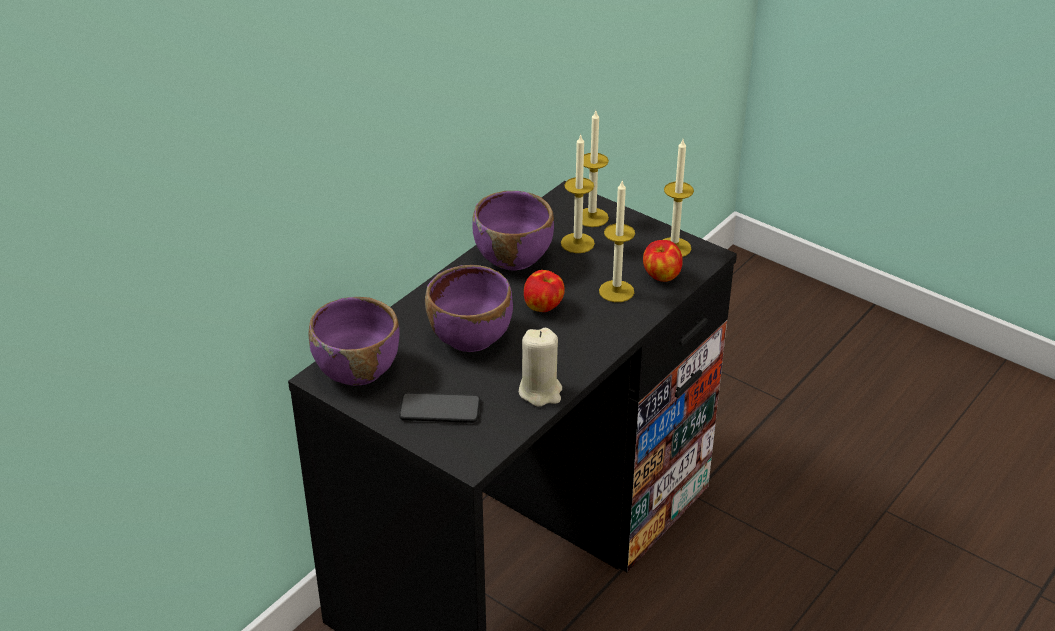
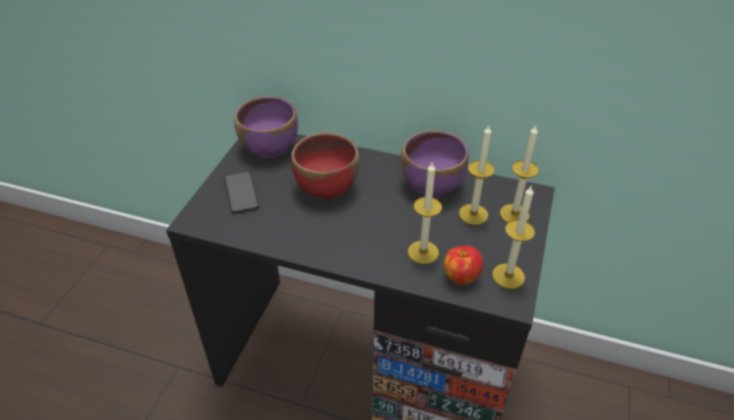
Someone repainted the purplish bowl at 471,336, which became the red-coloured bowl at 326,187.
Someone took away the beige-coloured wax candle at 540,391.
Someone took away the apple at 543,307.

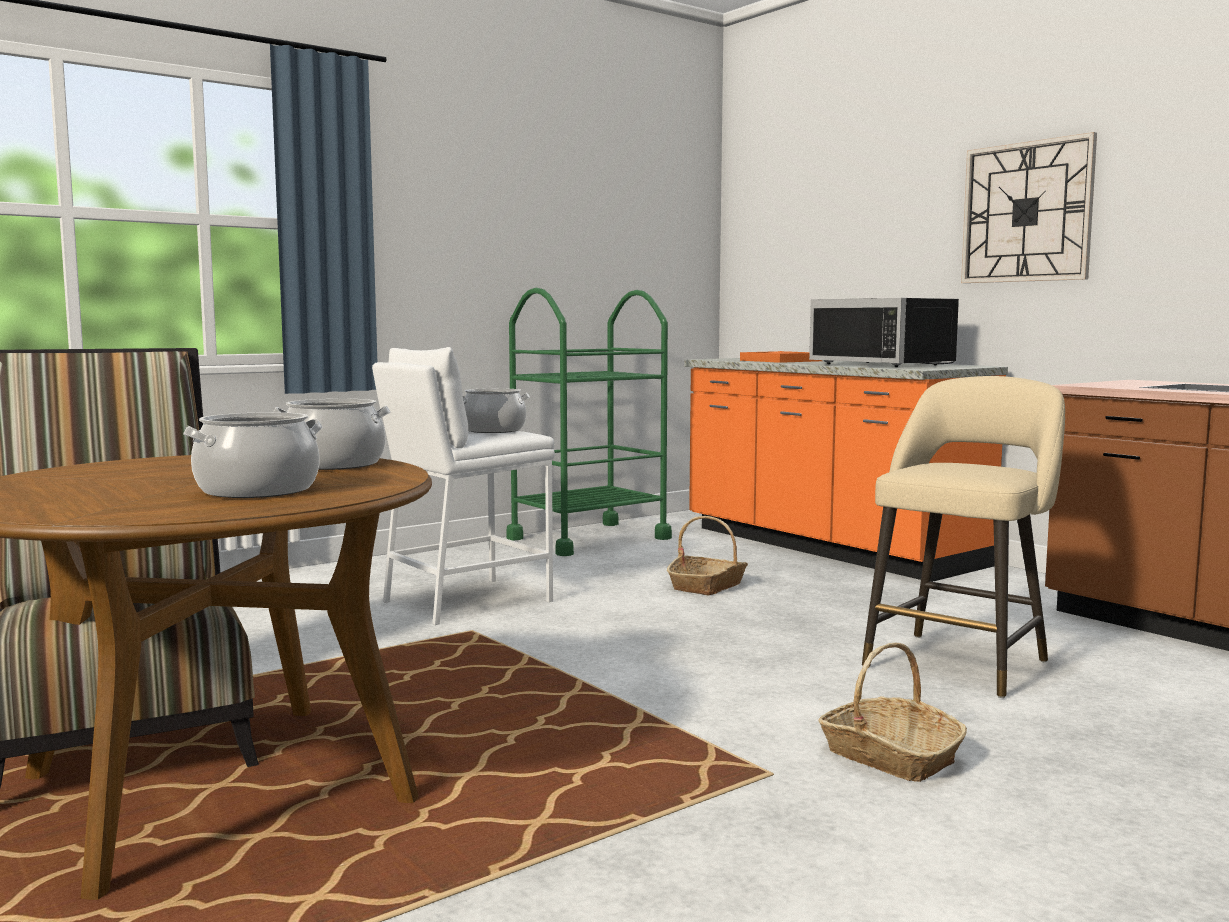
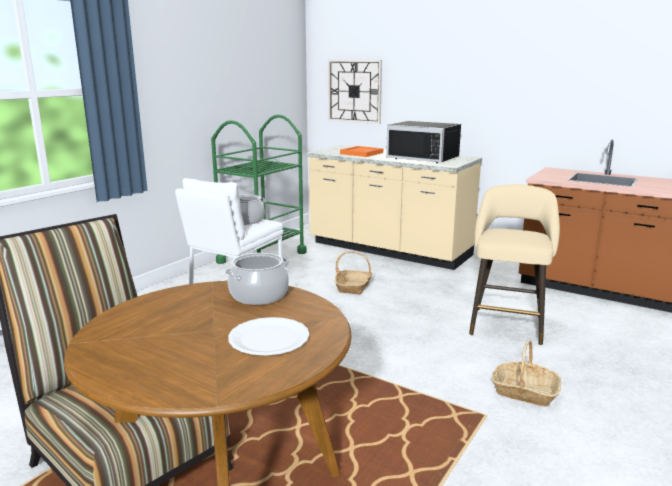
Someone swapped the saucepot at 257,490 for the white-coloured flat dish at 269,338.
Someone repainted the orangey counter at 828,547, which became the beige-coloured counter at 388,250.
Someone carried the wall clock from 1026,212 to 354,91.

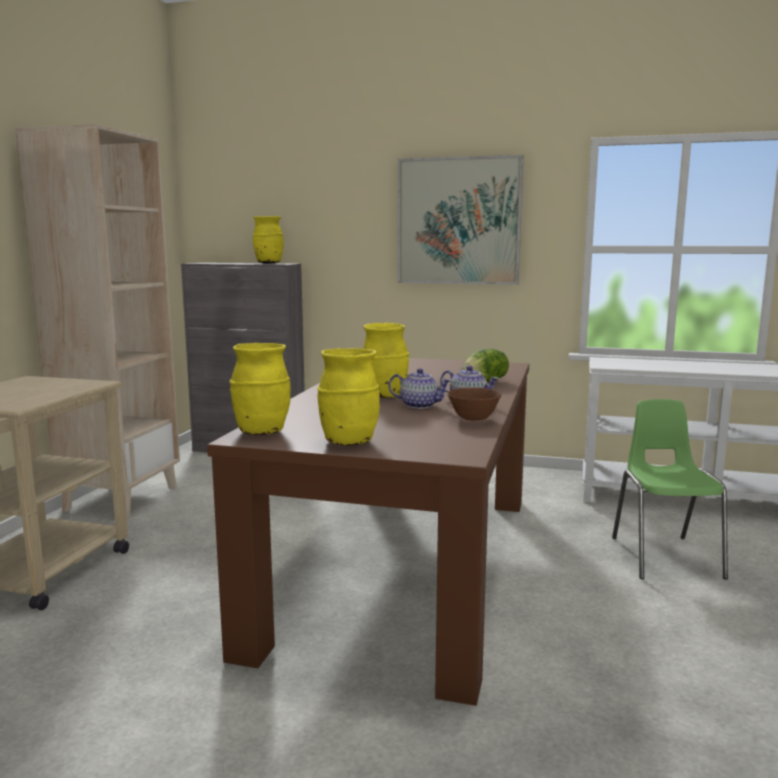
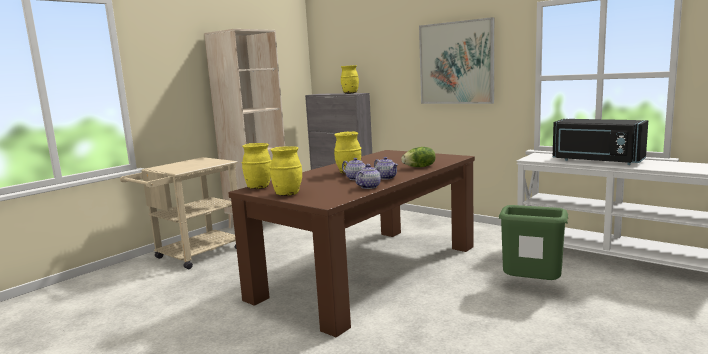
Someone swapped the brown bowl at 473,419 for the teapot at 369,187.
Someone swapped the greenish upright chair at 664,557 for the greenish trash can at 532,287.
Someone put down the black-coloured microwave at 596,161.

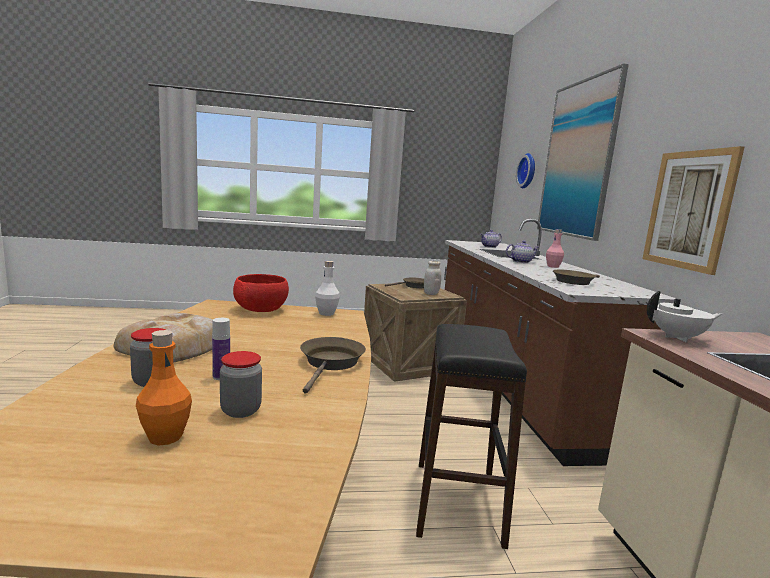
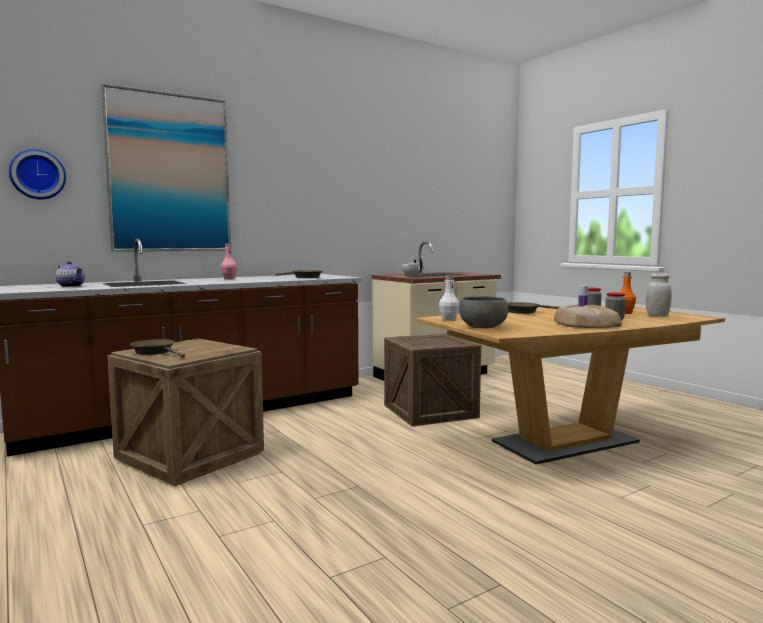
Someone repainted the red-coloured bowl at 260,309, which became the gray bowl at 483,327.
Someone swapped the black-coloured stool at 458,502 for the packing crate at 430,411.
Someone carried the white-coloured preserve jar from 431,293 to 657,316.
Someone took away the teapot at 520,262.
Someone took away the wall picture at 688,210.

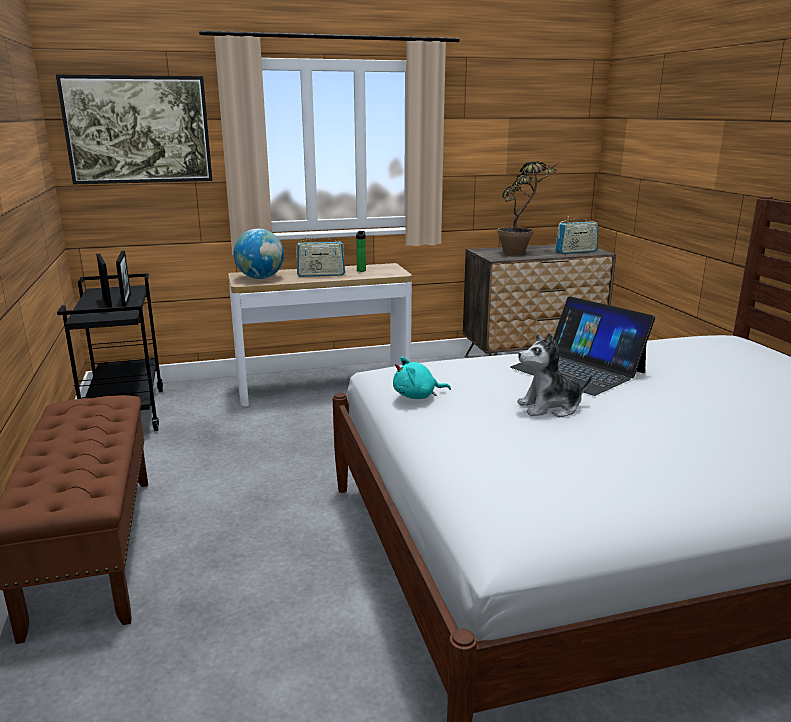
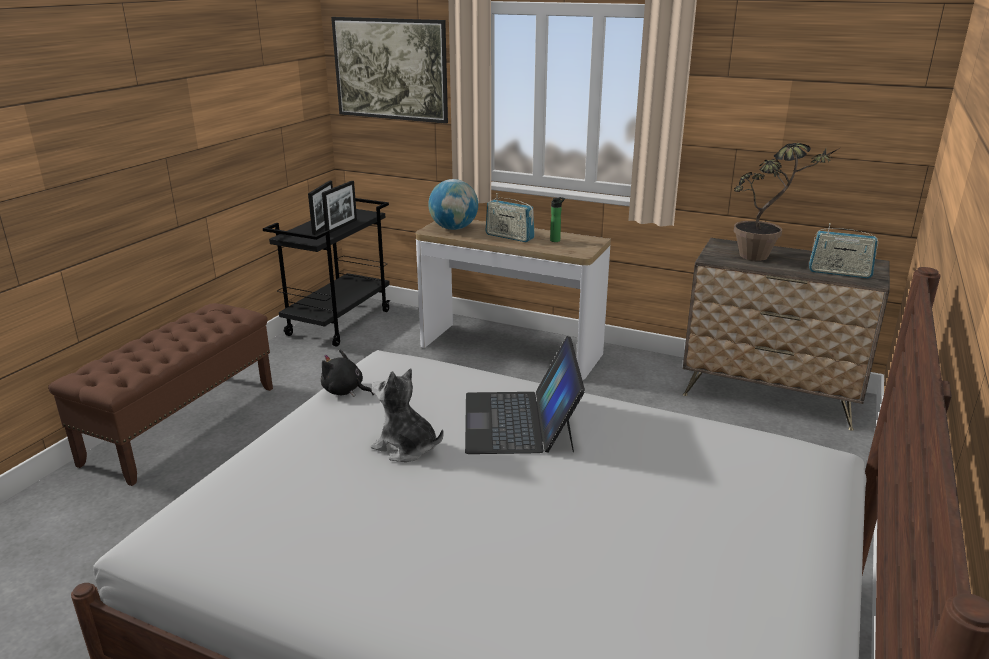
Someone repainted the blue-green cuddly toy at 417,396, which became the black-coloured cuddly toy at 345,391.

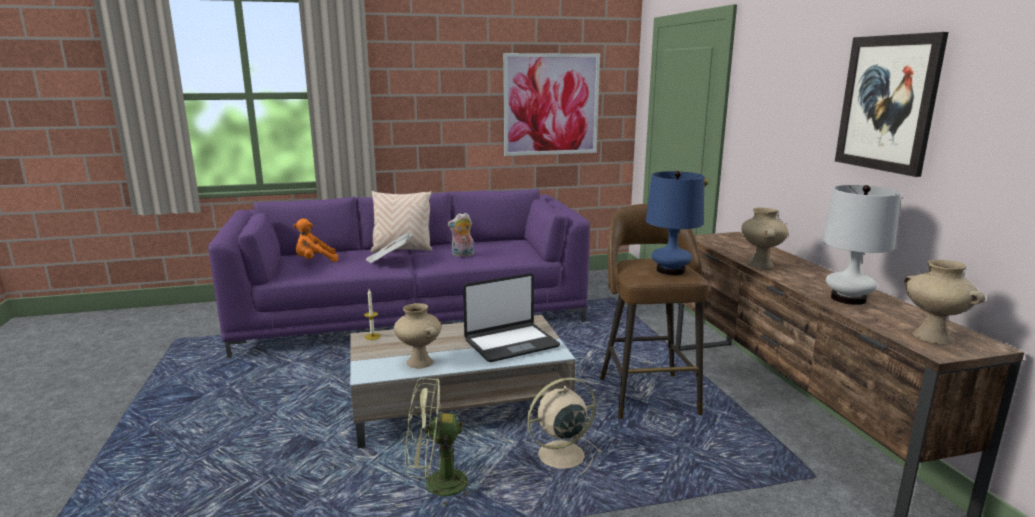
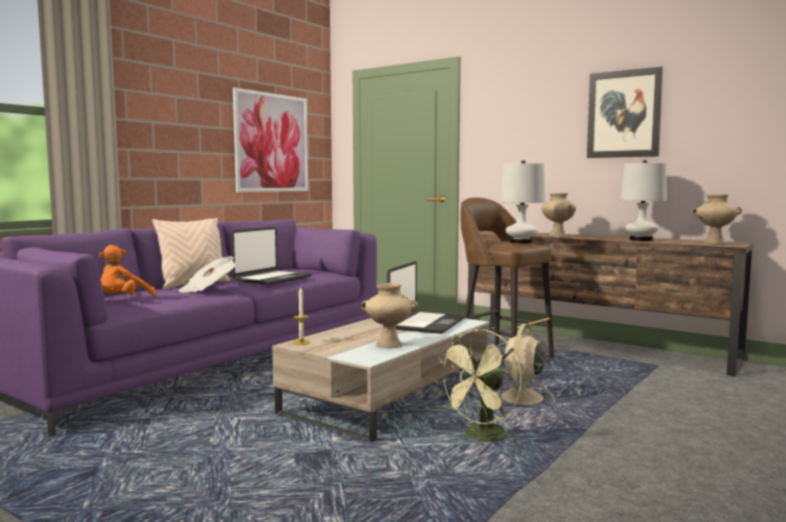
Someone swapped the cuddly toy at 462,255 for the notebook computer at 272,279.
Someone repainted the bluish table lamp at 670,270, which became the white-coloured table lamp at 521,242.

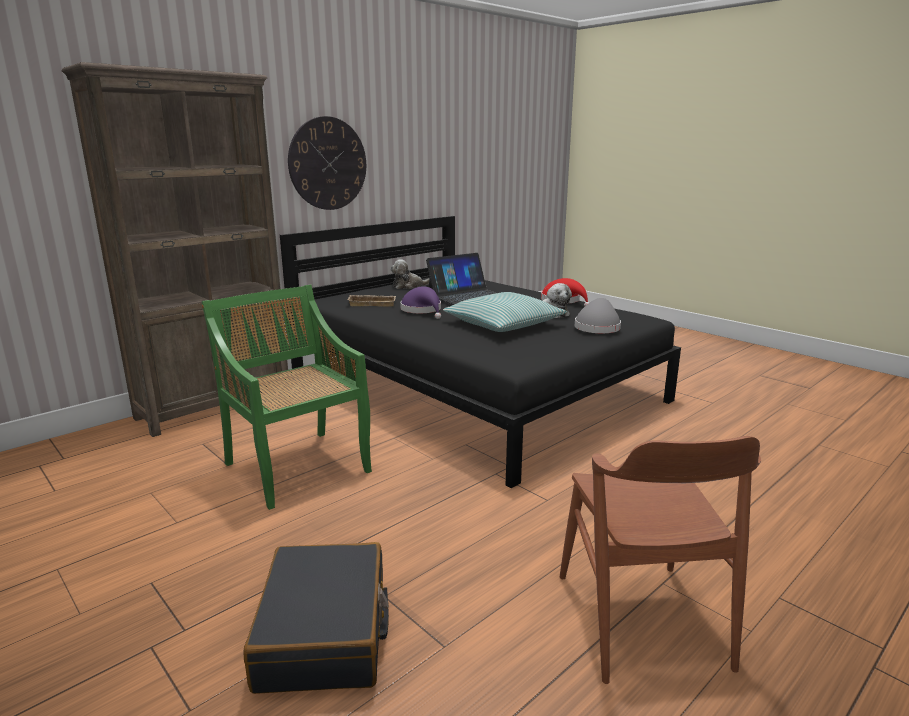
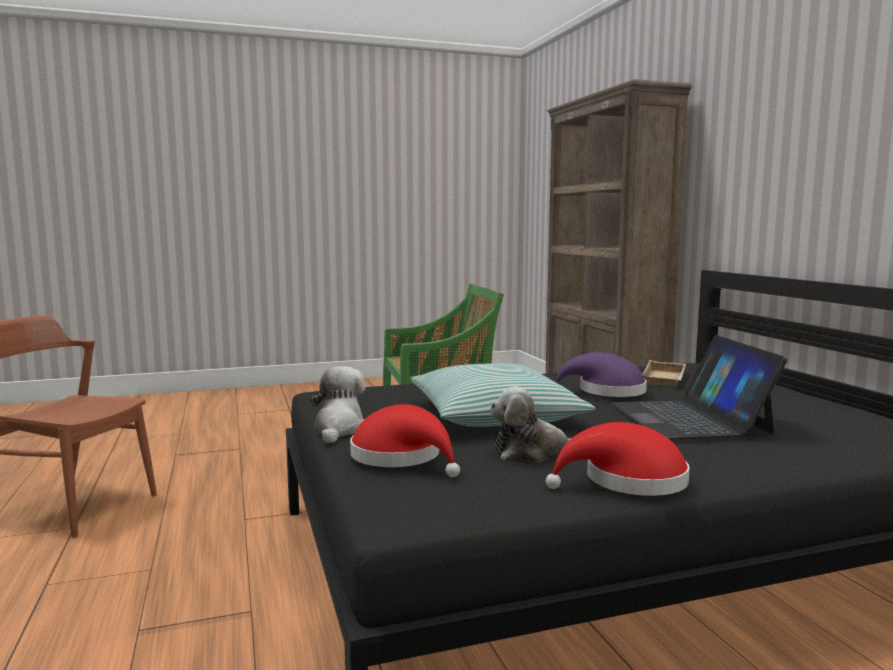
Someone took away the black-coloured travel case at 325,632.
Someone took away the wall clock at 328,164.
Someone carried the cuddly toy from 408,286 to 339,429.
Someone repainted the gray wearable hat at 597,327, which became the red-coloured wearable hat at 401,457.

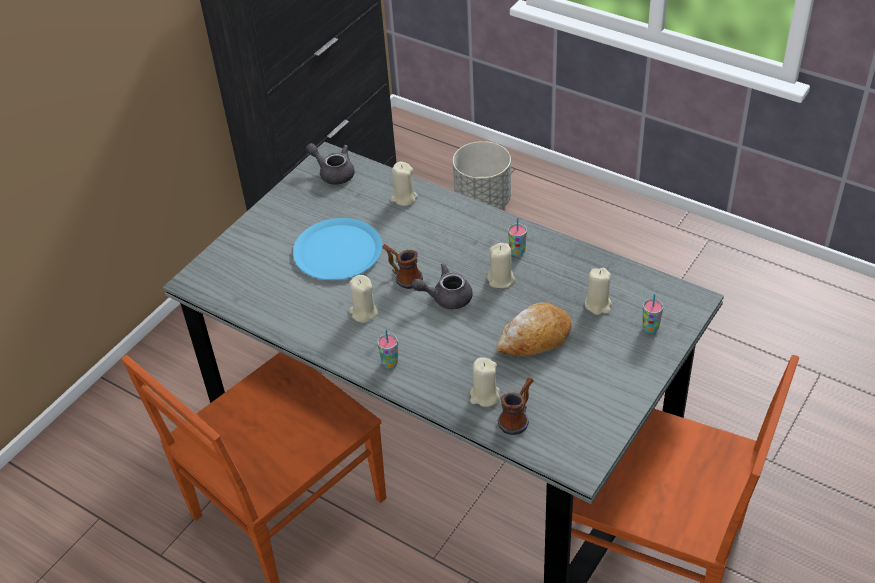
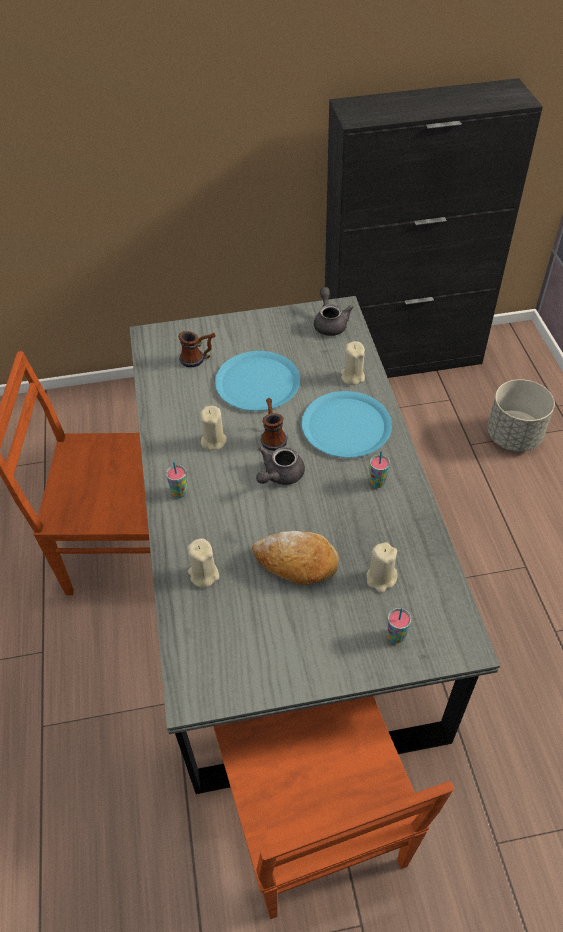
Someone rotated the gray teapot at 446,297 by 90 degrees counterclockwise.
Someone took away the beige-coloured wax candle at 501,279.
Someone carried the coffee mug from 518,417 to 198,359.
Someone put down the bluish flat dish at 346,425.

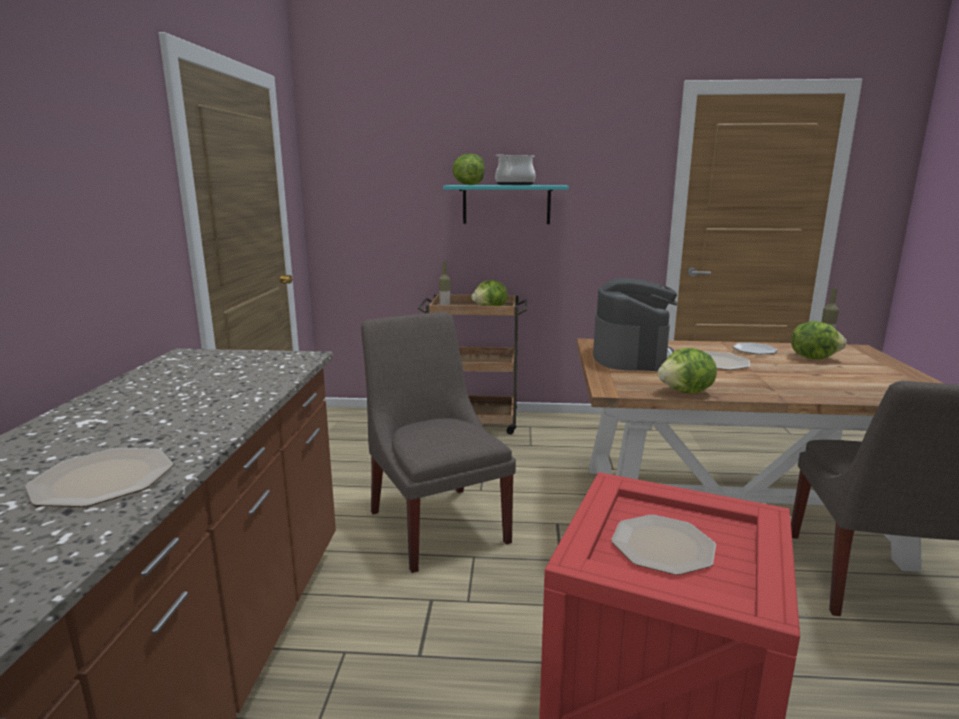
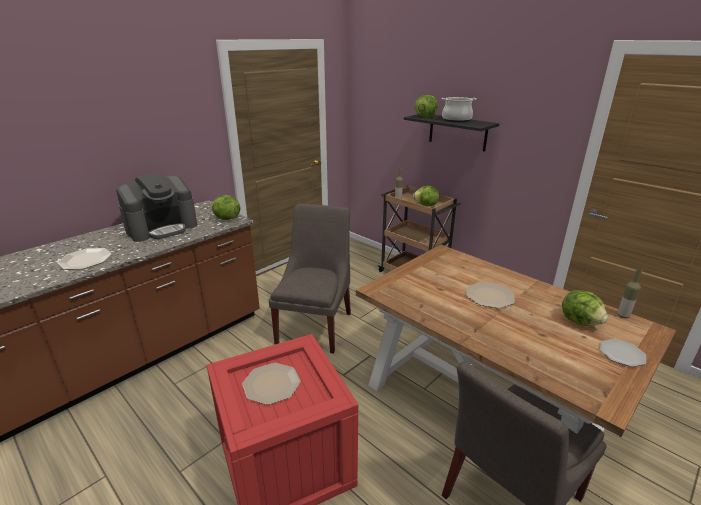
Someone repainted the blue-green wall shelf at 506,204, which became the black-coloured wall shelf at 457,132.
Someone carried the coffee brewer from 631,356 to 162,228.
Someone carried the lettuce head from 686,392 to 226,219.
Someone carried the flat dish from 754,350 to 621,354.

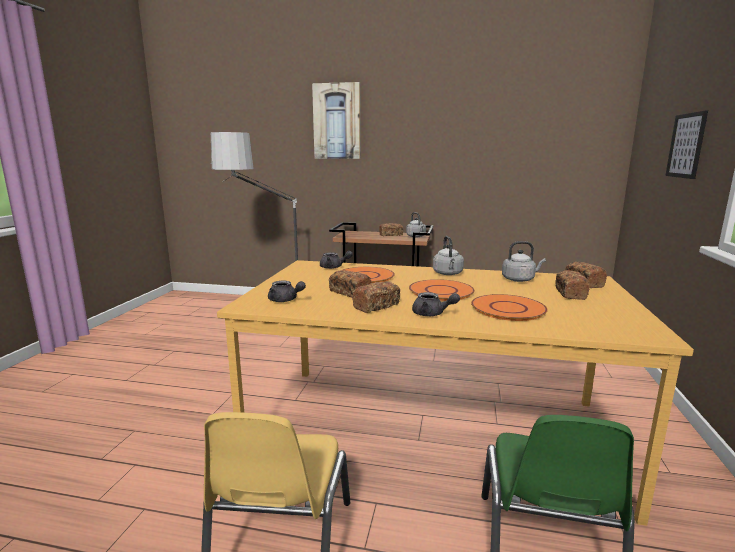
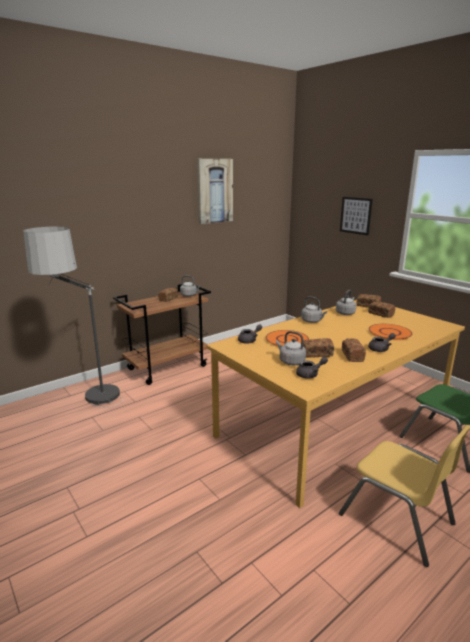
Someone carried the wall picture from 337,121 to 214,191.
Someone took away the orangey flat dish at 441,291.
Someone put down the gray water kettle at 290,361.

